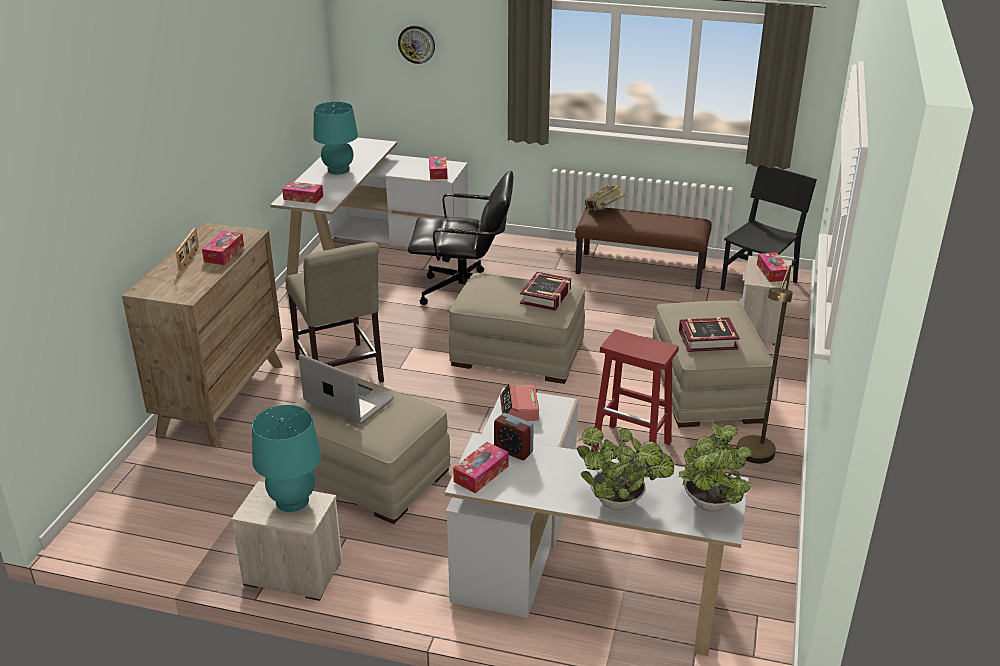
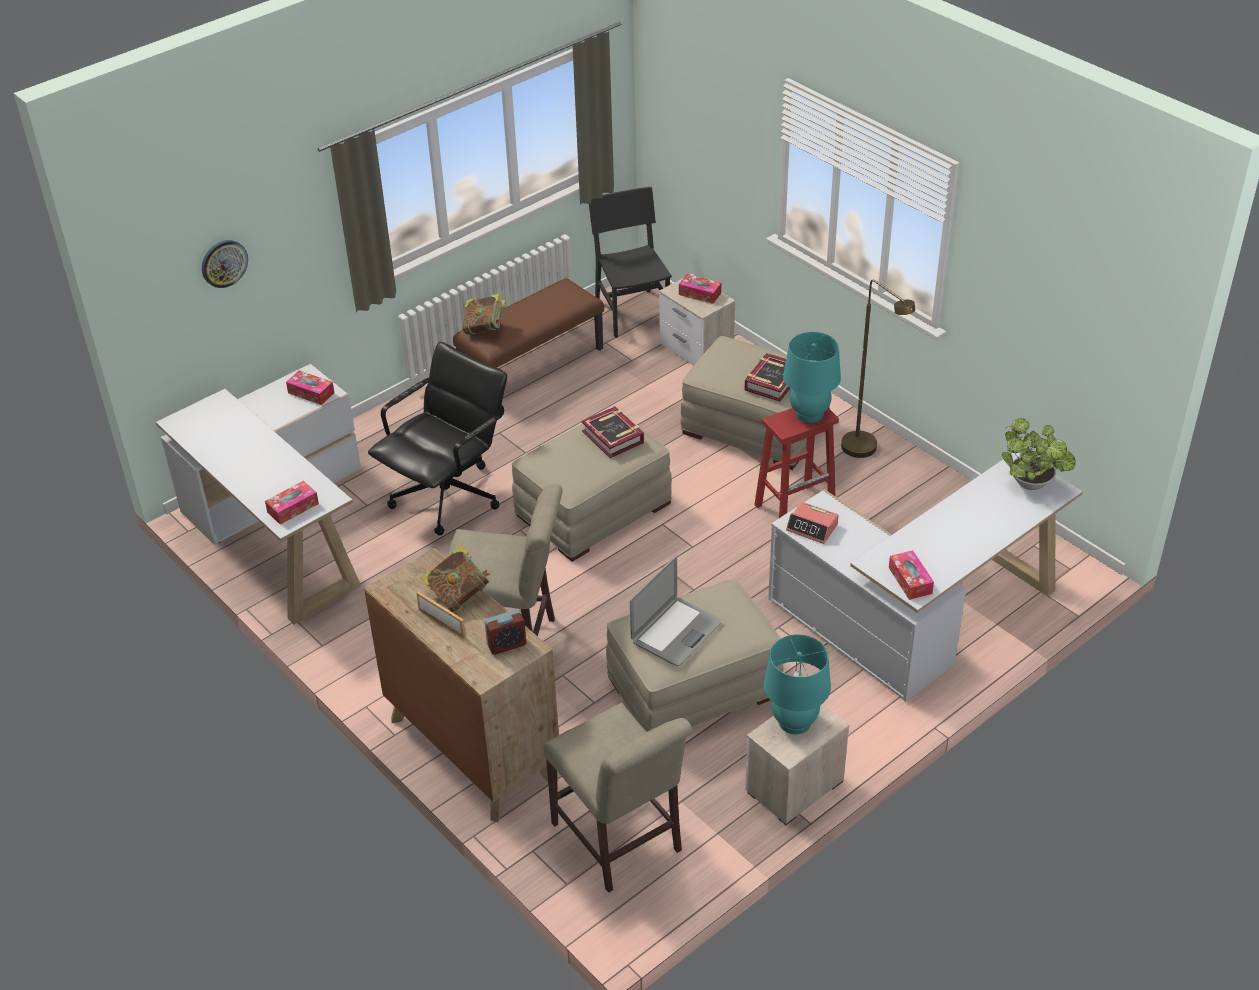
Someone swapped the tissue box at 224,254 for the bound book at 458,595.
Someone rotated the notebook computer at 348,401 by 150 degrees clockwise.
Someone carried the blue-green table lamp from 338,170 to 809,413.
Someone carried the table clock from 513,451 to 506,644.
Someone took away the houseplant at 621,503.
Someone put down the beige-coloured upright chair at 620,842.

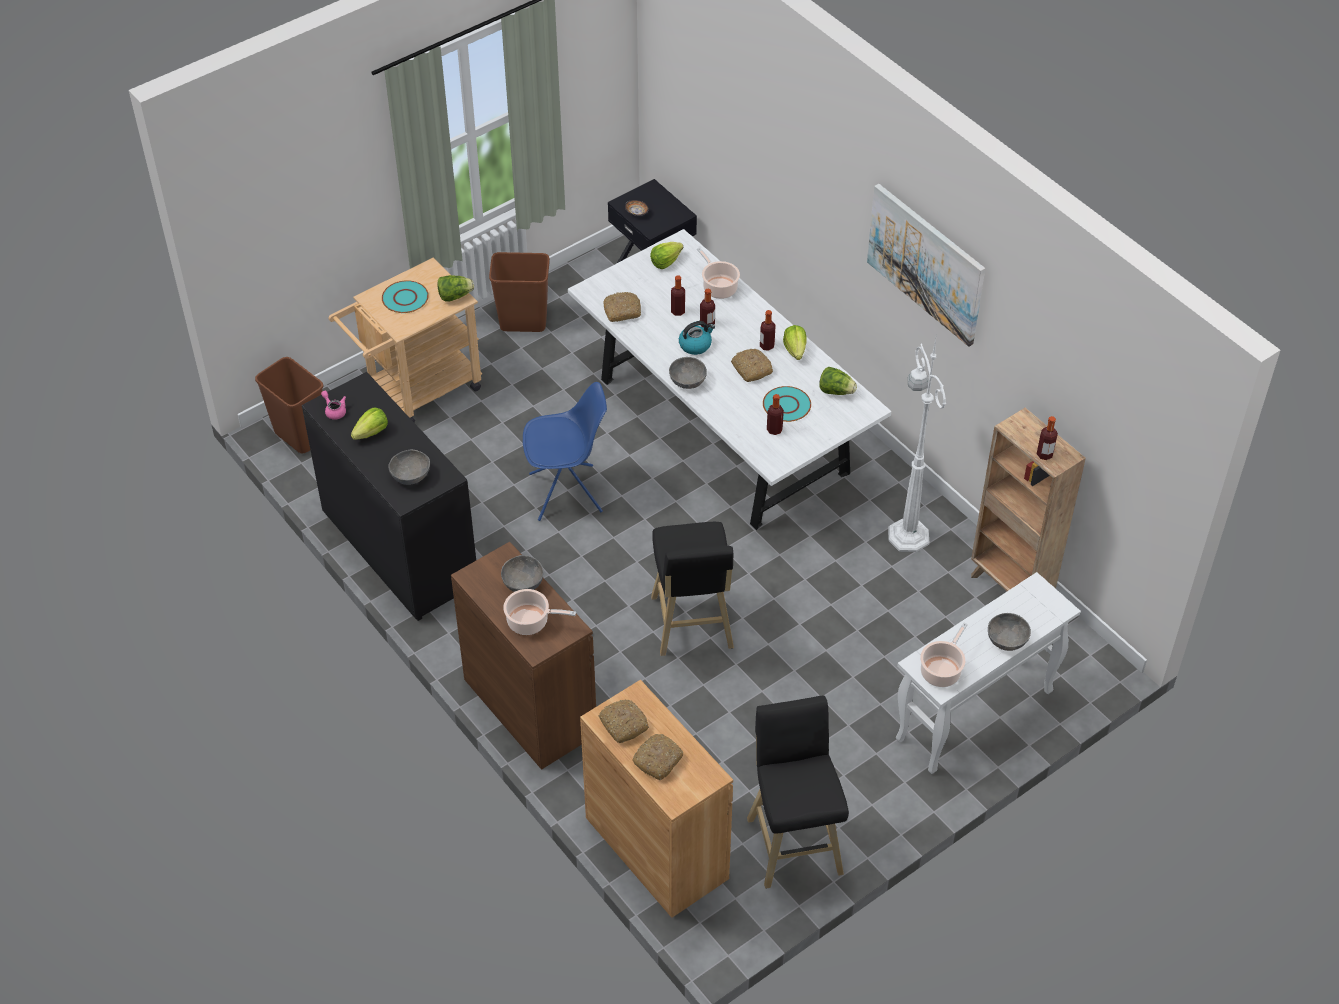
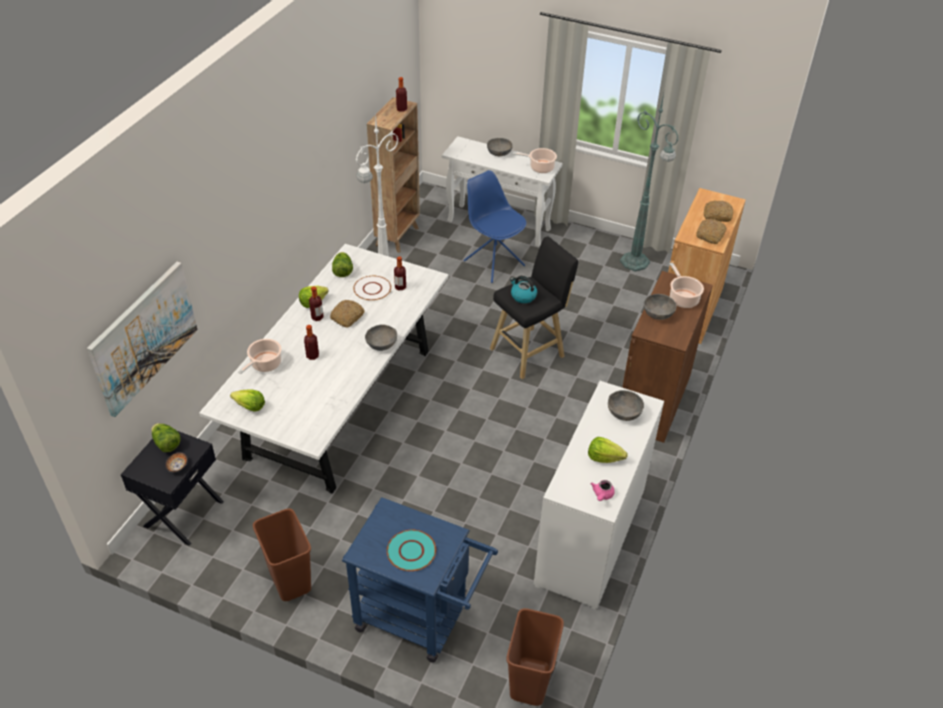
Someone repainted the black-coloured chest of drawers at 399,549, which became the white-coloured chest of drawers at 590,537.
Someone repainted the beige-coloured wheeled cart at 416,391, which became the bluish wheeled cart at 420,619.
Someone carried the lettuce head from 455,296 to 166,444.
Someone carried the bluish upright chair from 567,493 to 493,262.
Someone took away the bread at 622,311.
Someone took away the bottle at 677,311.
Someone carried the water kettle from 695,345 to 523,296.
Someone swapped the black-coloured stool at 793,841 for the greenish standard lamp at 635,262.
Someone repainted the blue-green flat dish at 786,405, which became the white-coloured flat dish at 372,289.
Someone carried the wall picture from 926,263 to 144,337.

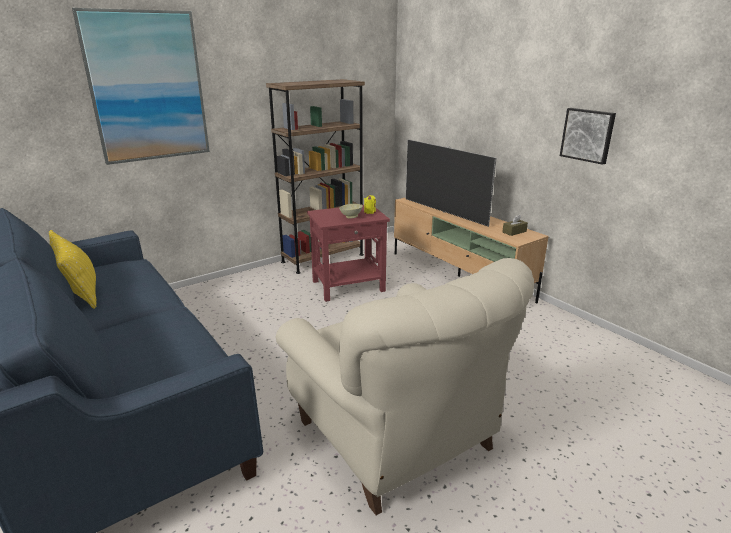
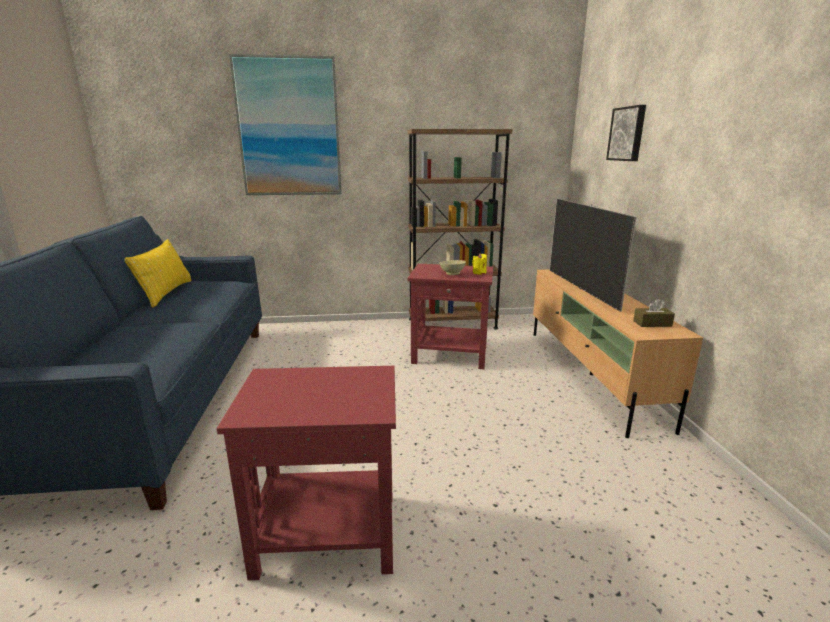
Someone swapped the beige-coloured easy chair at 397,437 for the red-coloured side table at 327,533.
Someone carried the wall picture from 587,135 to 627,134.

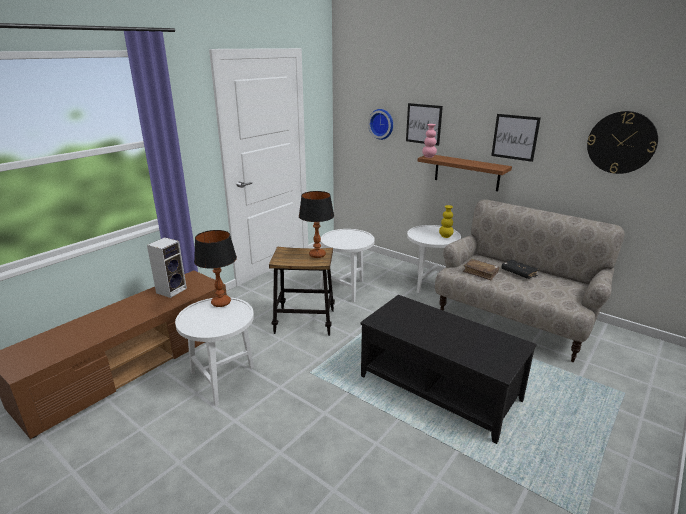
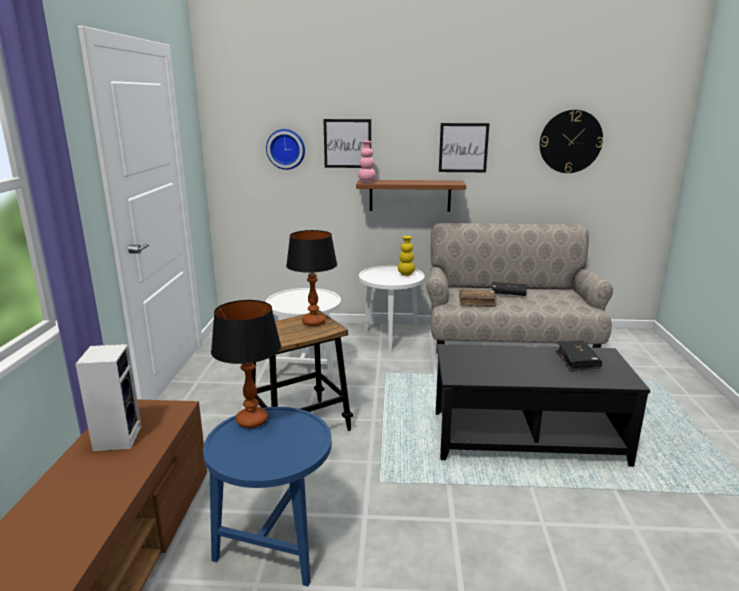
Someone repainted the white-coloured side table at 223,379, which became the bluish side table at 275,545.
Someone put down the black-coloured bound book at 577,361.

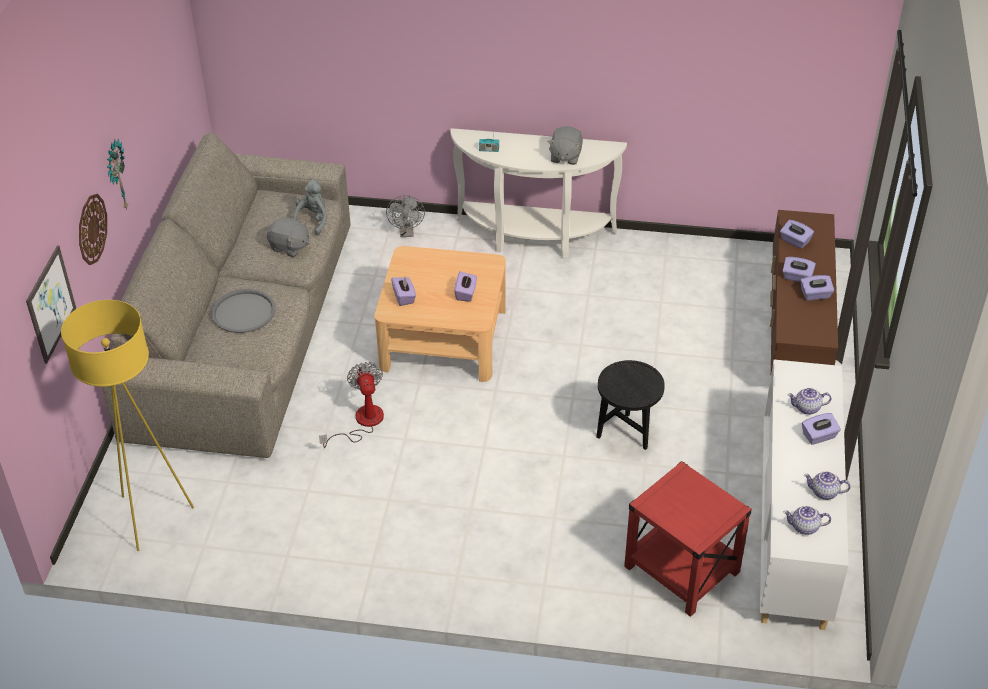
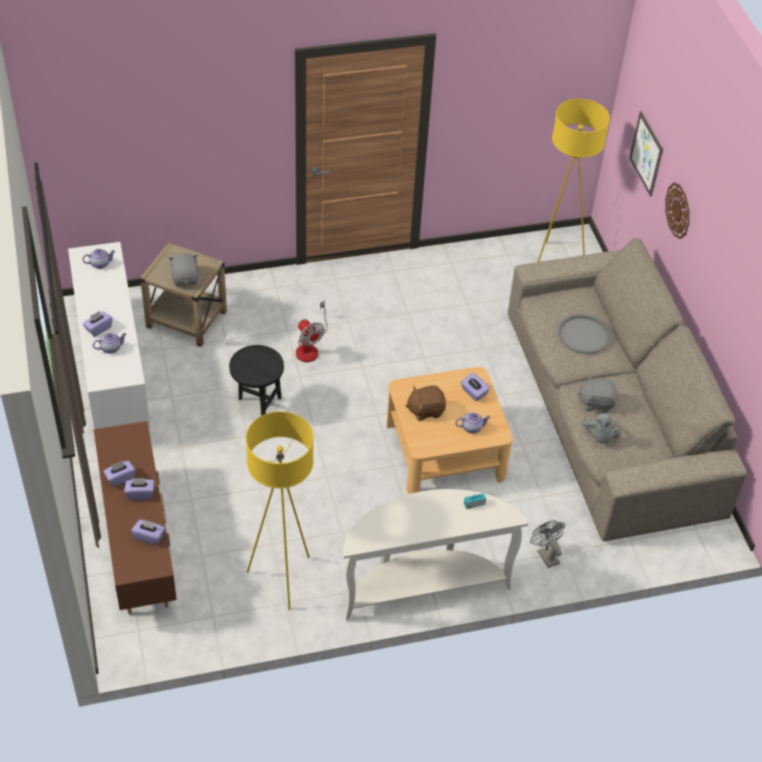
Someone took away the wall clock at 115,176.
Someone carried the electric fan from 361,422 to 310,347.
Someone swapped the purplish tissue box at 466,293 for the brown cuddly toy at 425,410.
Someone carried the gray cuddly toy from 565,156 to 185,278.
Someone repainted the red-coloured side table at 682,570, which became the beige-coloured side table at 186,319.
Someone carried the teapot from 824,493 to 472,427.
Someone put down the yellow-coloured standard lamp at 282,578.

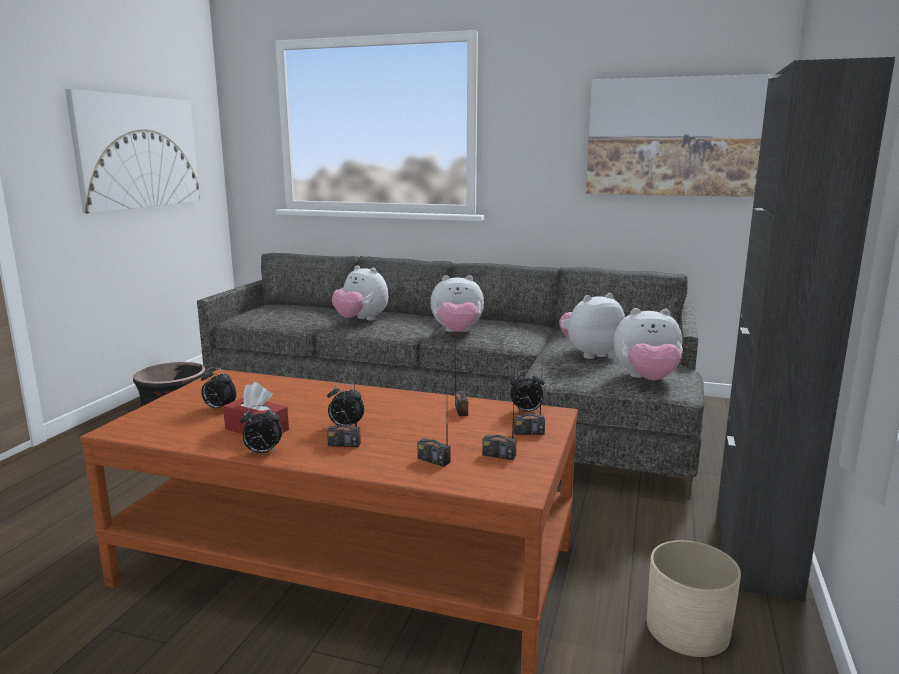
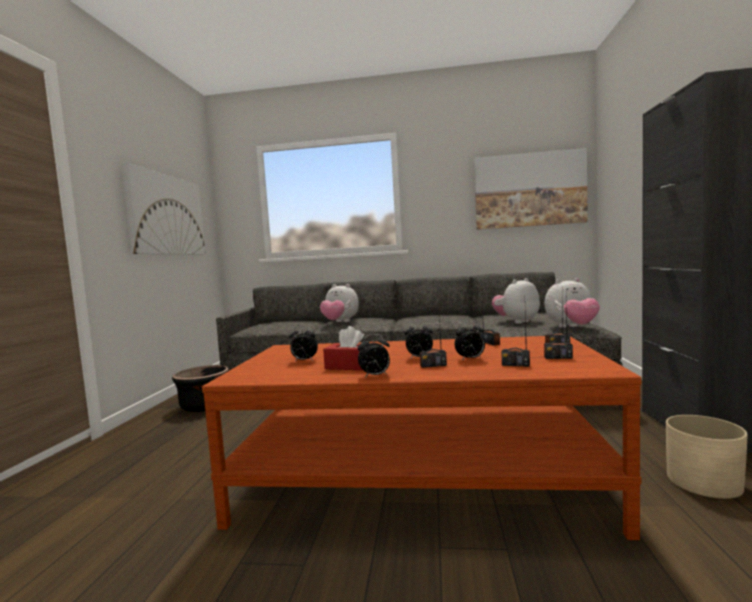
Someone took away the cuddly toy at 457,333.
Someone carried the table clock from 526,412 to 470,359.

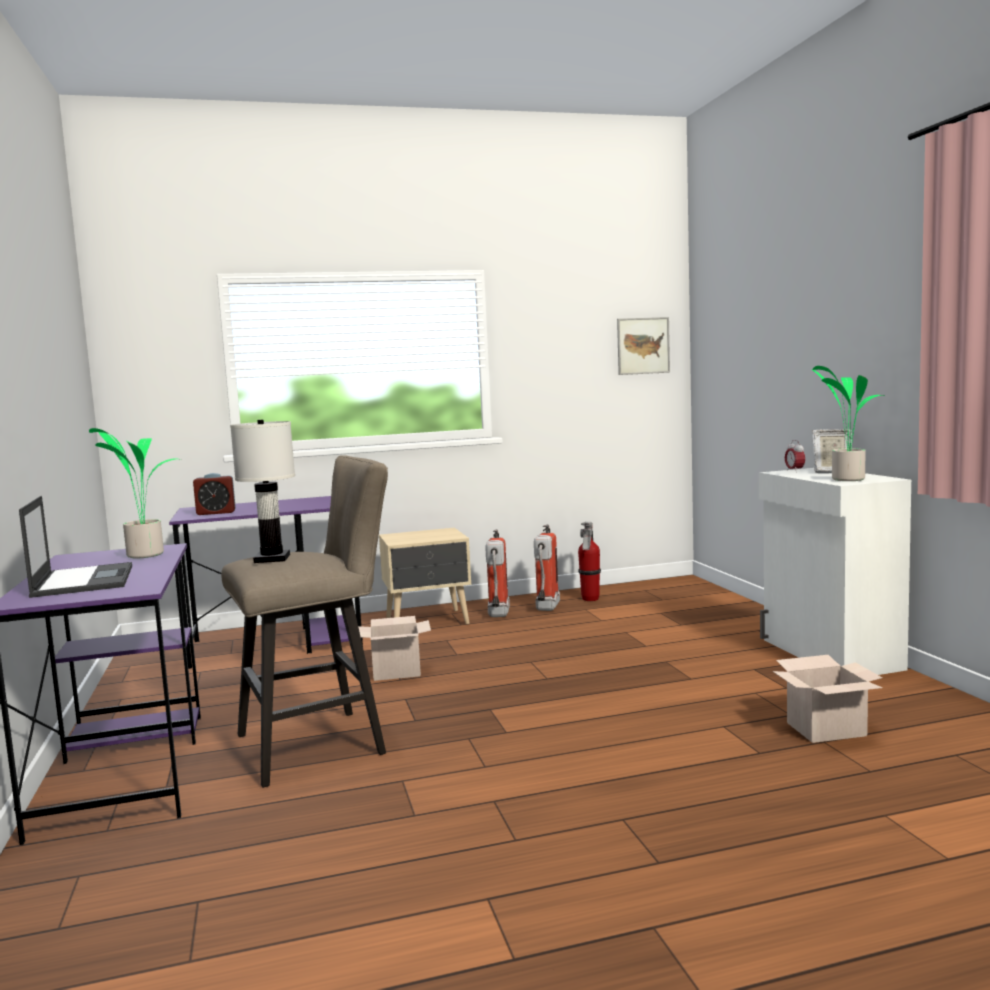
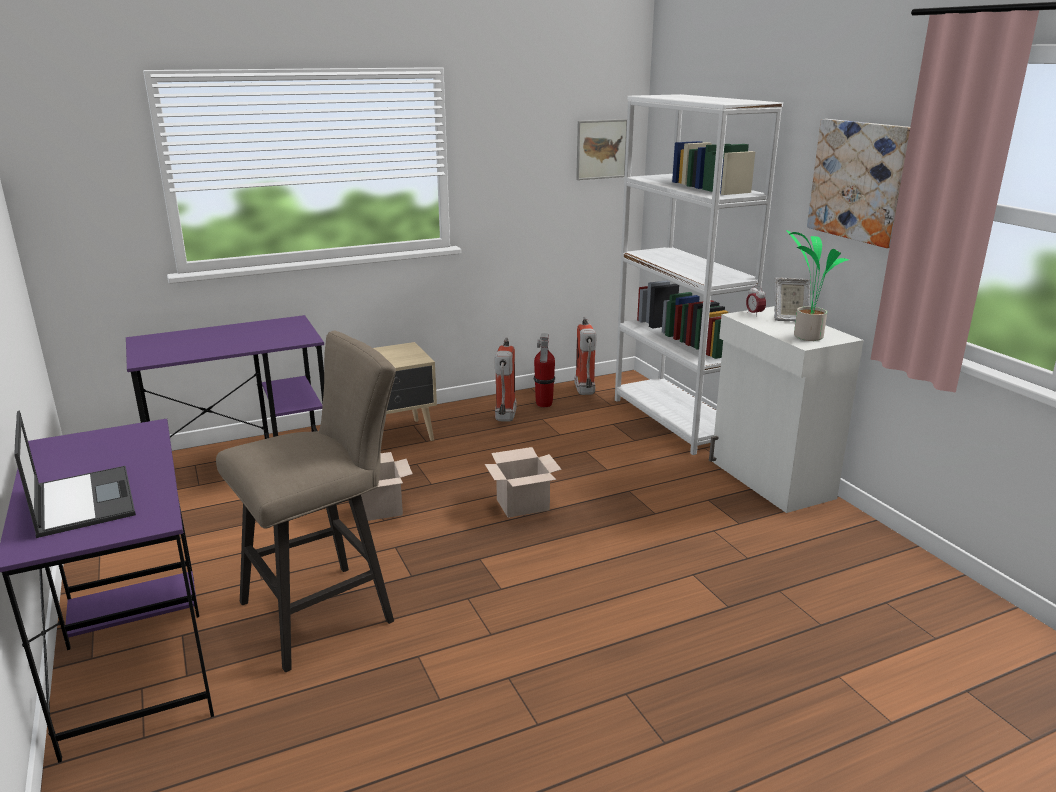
Someone took away the houseplant at 144,555.
Someone took away the table clock at 216,513.
Someone took away the white-coloured table lamp at 271,559.
Someone carried the fire extinguisher from 498,615 to 585,392.
Someone carried the packing box from 825,730 to 522,505.
Someone put down the white-coloured bookcase at 675,420.
Someone put up the wall picture at 859,181.

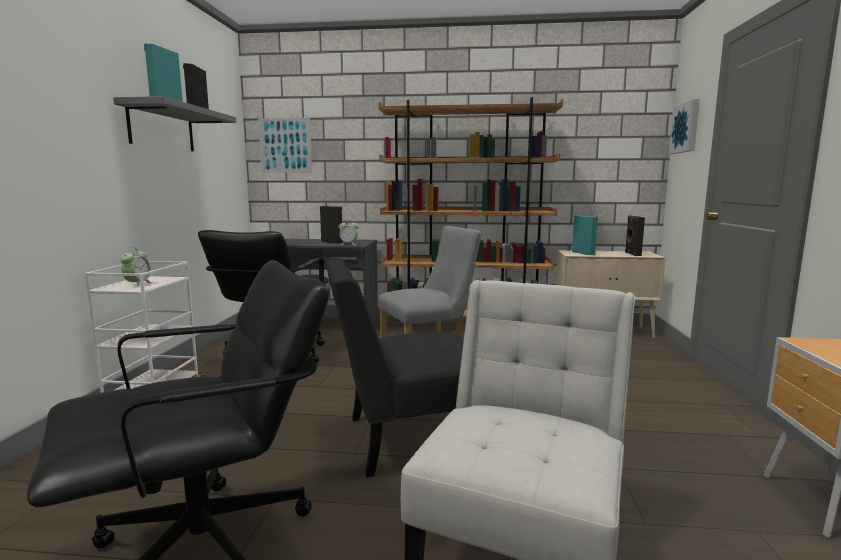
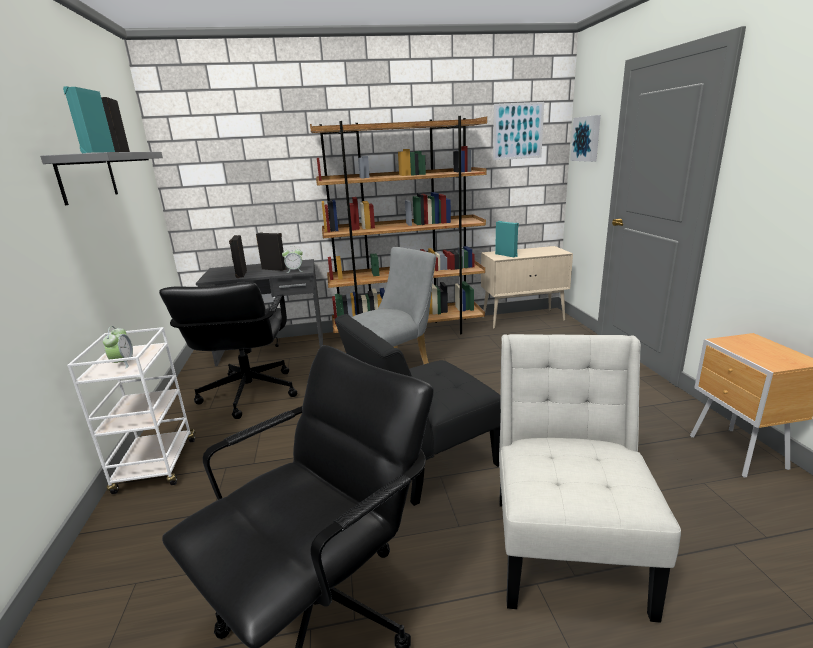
Someone carried the wall picture from 285,145 to 518,131.
Someone carried the black-coloured loudspeaker from 632,254 to 241,274.

